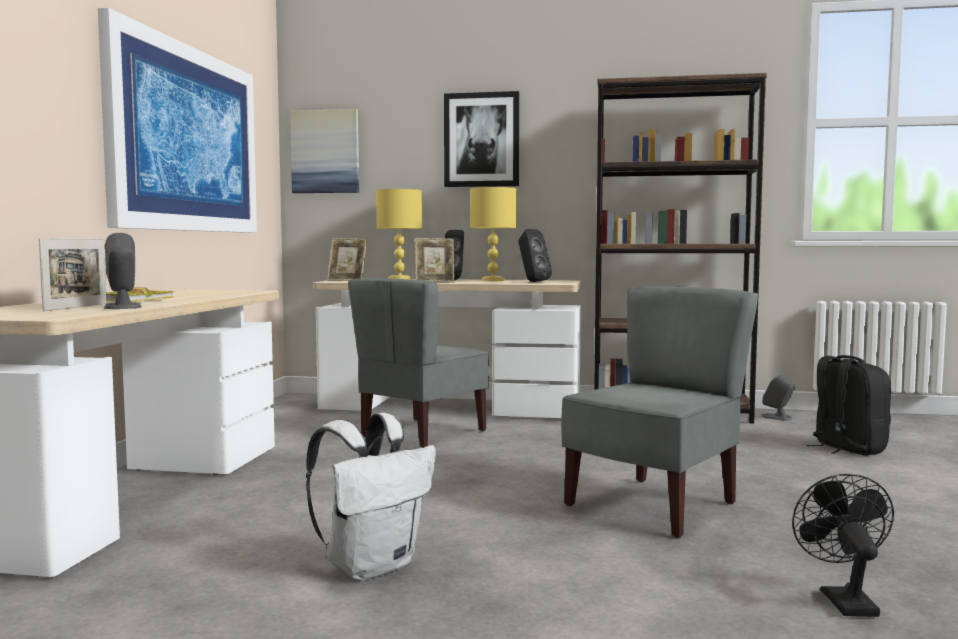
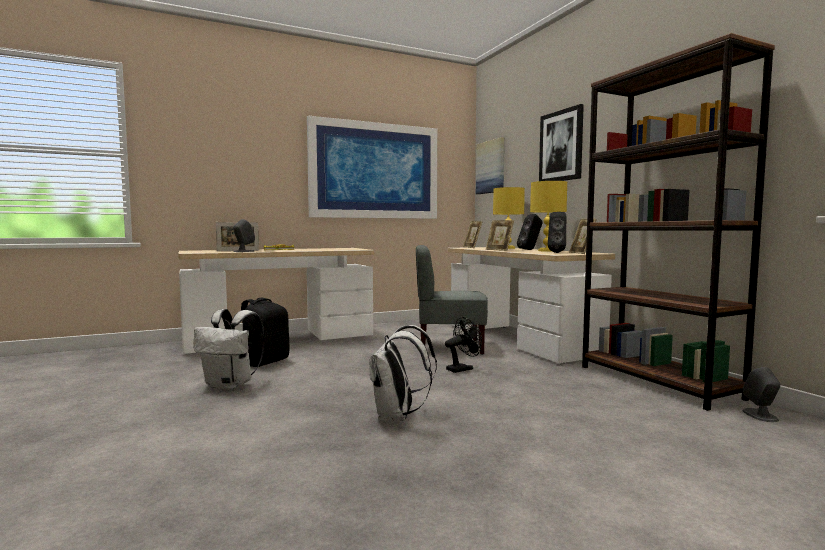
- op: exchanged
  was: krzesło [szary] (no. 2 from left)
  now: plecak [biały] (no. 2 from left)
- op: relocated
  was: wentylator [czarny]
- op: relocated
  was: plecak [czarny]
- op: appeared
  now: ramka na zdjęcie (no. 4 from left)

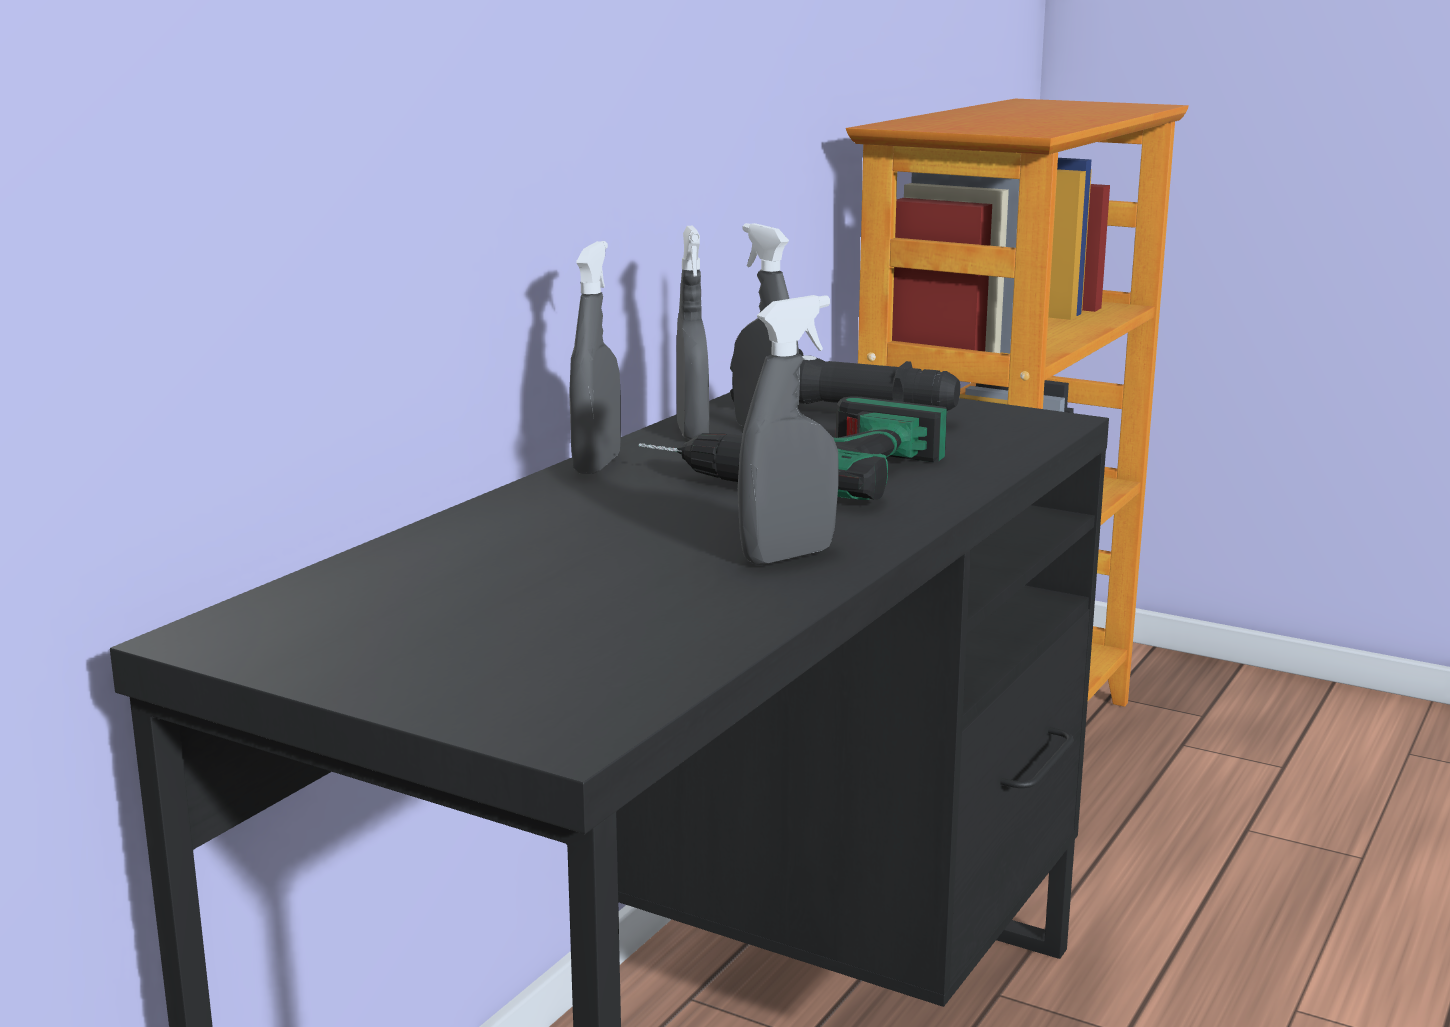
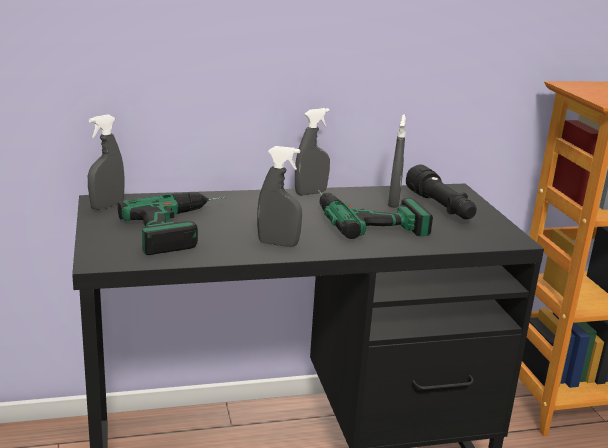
- op: relocated
  was: spryskiwacz [szary] (no. 2 from left in the first image)
  now: spryskiwacz [szary] (no. 1 from left)
- op: appeared
  now: wiertarka (no. 1 from left)

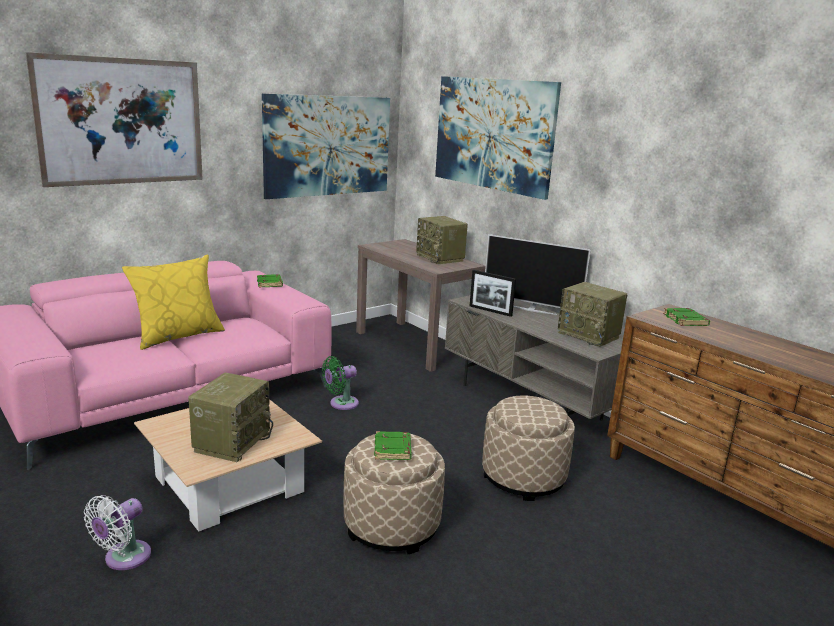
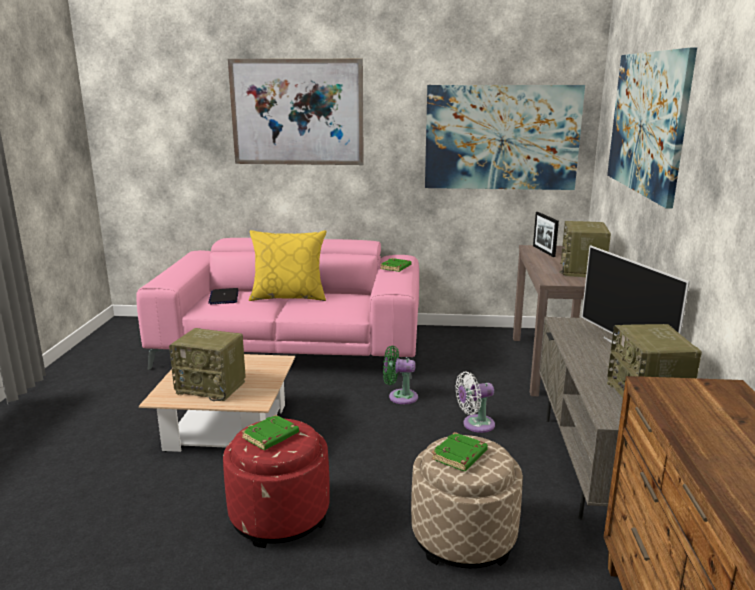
- op: relocated
  was: wentylator [biały]
- op: spun
  was: radio (no. 1 from left)
  clockwise: 45
- op: colour
  was: pufa [beżowy] (no. 1 from left)
  now: pufa [czerwony]
- op: relocated
  was: ramka na zdjęcie
- op: relocated
  was: książka [zielony] (no. 3 from left)
- op: appeared
  now: laptop

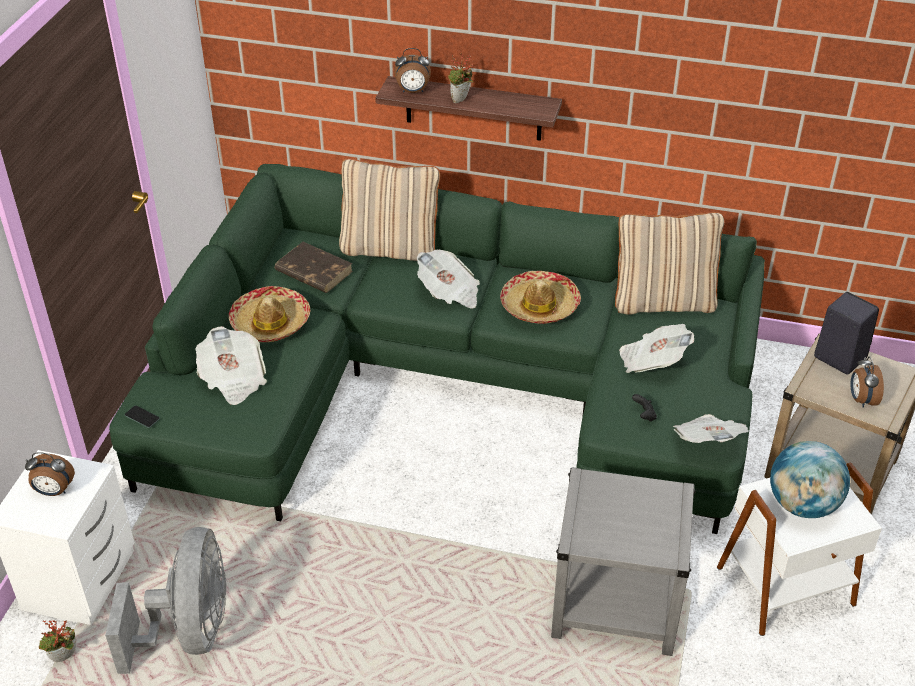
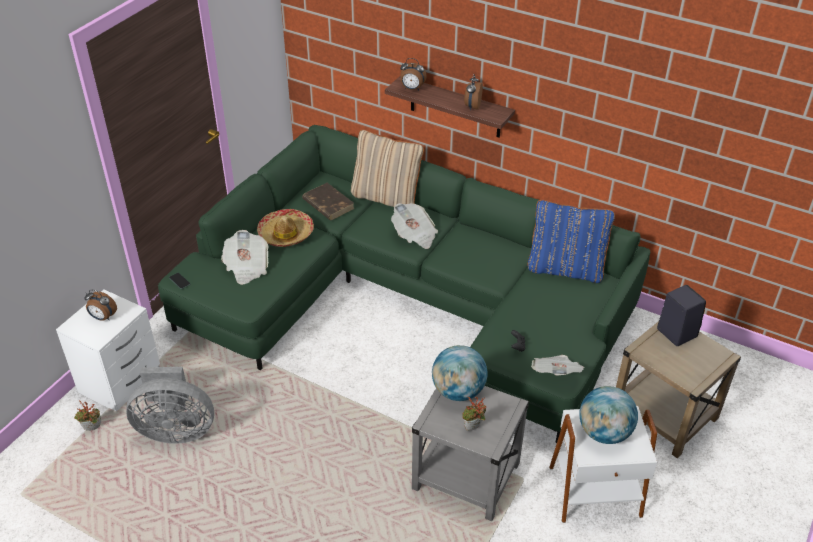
- op: spun
  was: wentylator [szary]
  clockwise: 75
- op: relocated
  was: roślina doniczkowa (no. 2 from left)
- op: missing
  was: kapelusz (no. 2 from left)
- op: colour
  was: poduszka [beżowy] (no. 2 from left)
  now: poduszka [niebieski]
- op: missing
  was: gazeta (no. 3 from left)
- op: relocated
  was: budzik (no. 3 from left)
- op: appeared
  now: globus (no. 1 from left)

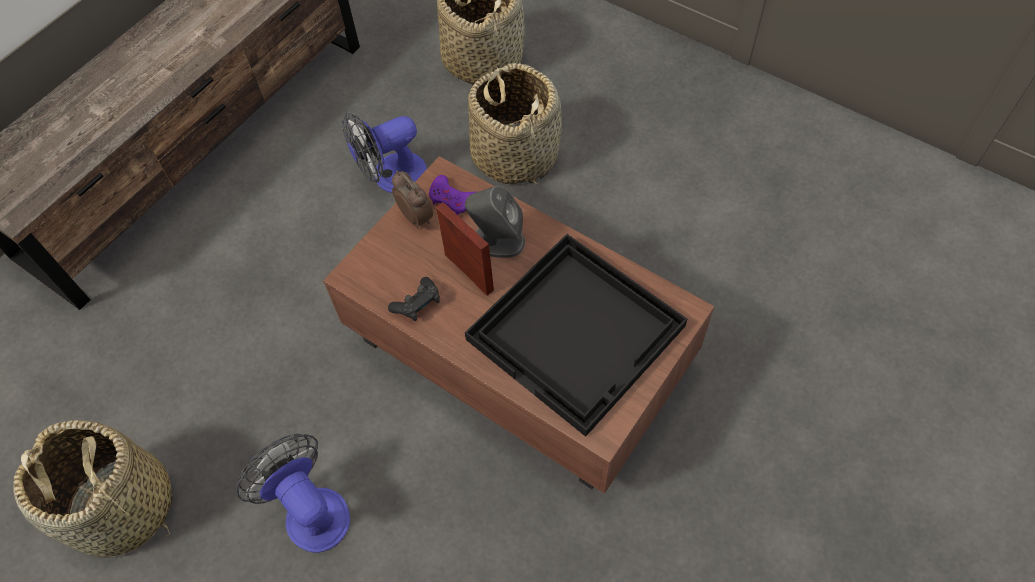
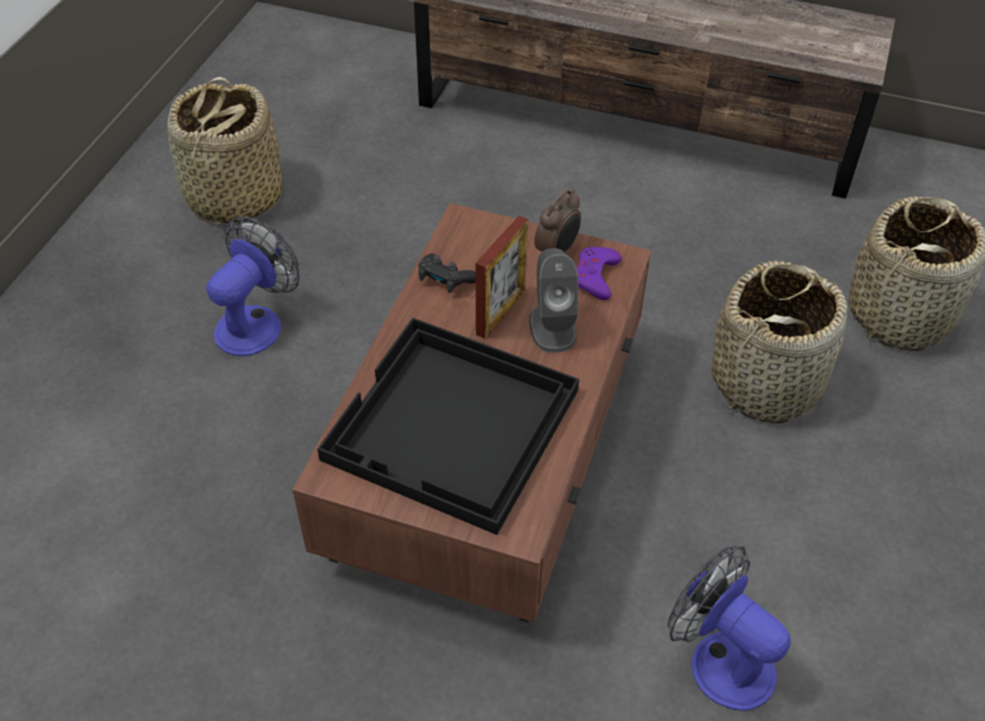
- op: relocated
  was: wentylator (no. 2 from left)

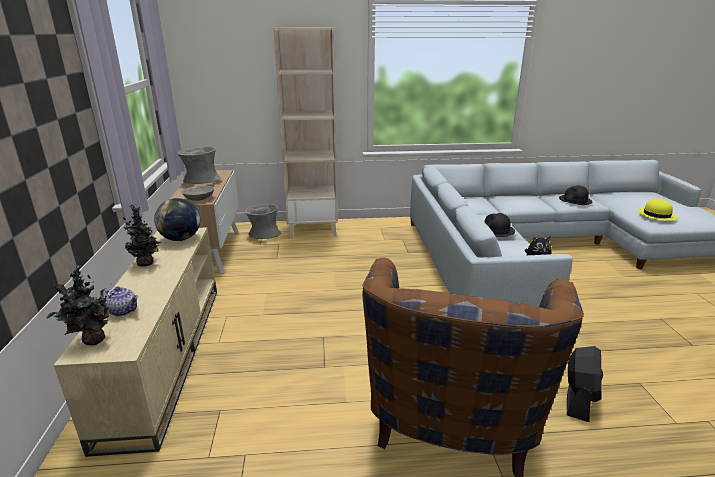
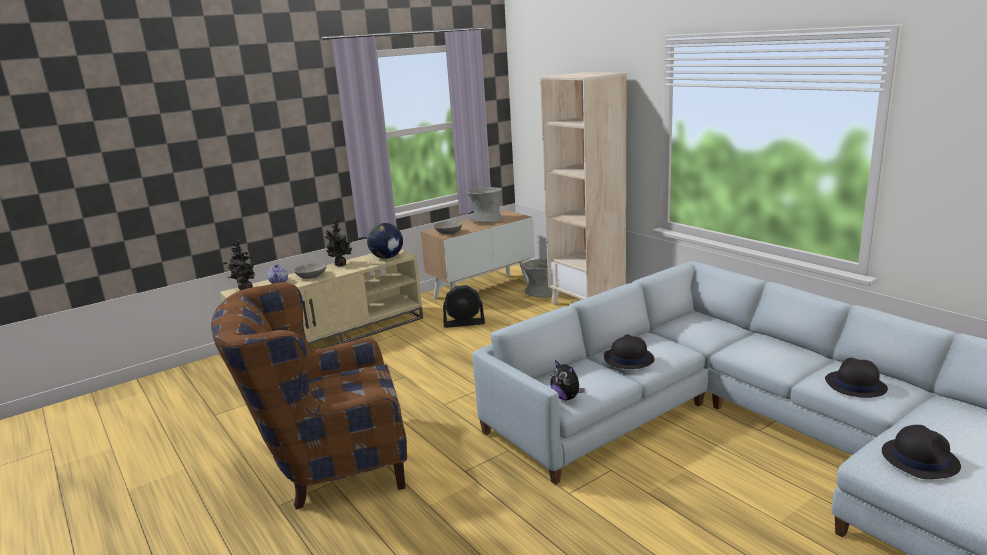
- op: relocated
  was: wentylator [czarny]
- op: colour
  was: kapelusz [żółty]
  now: kapelusz [czarny] (no. 3 from left)
- op: appeared
  now: miska [szary] (no. 1 from left)

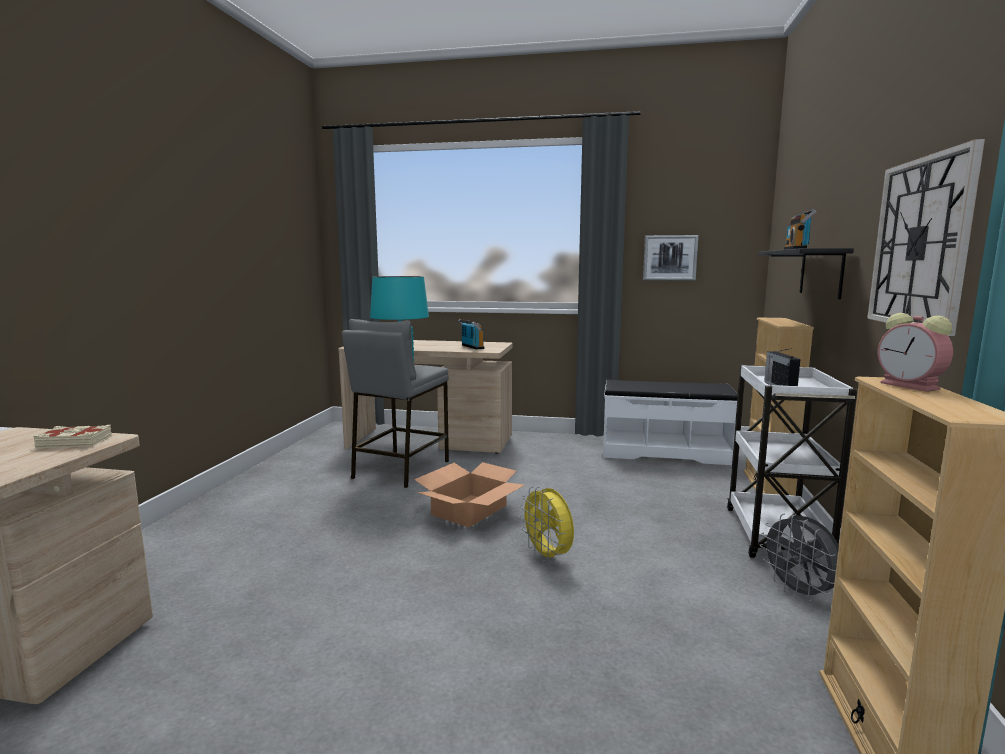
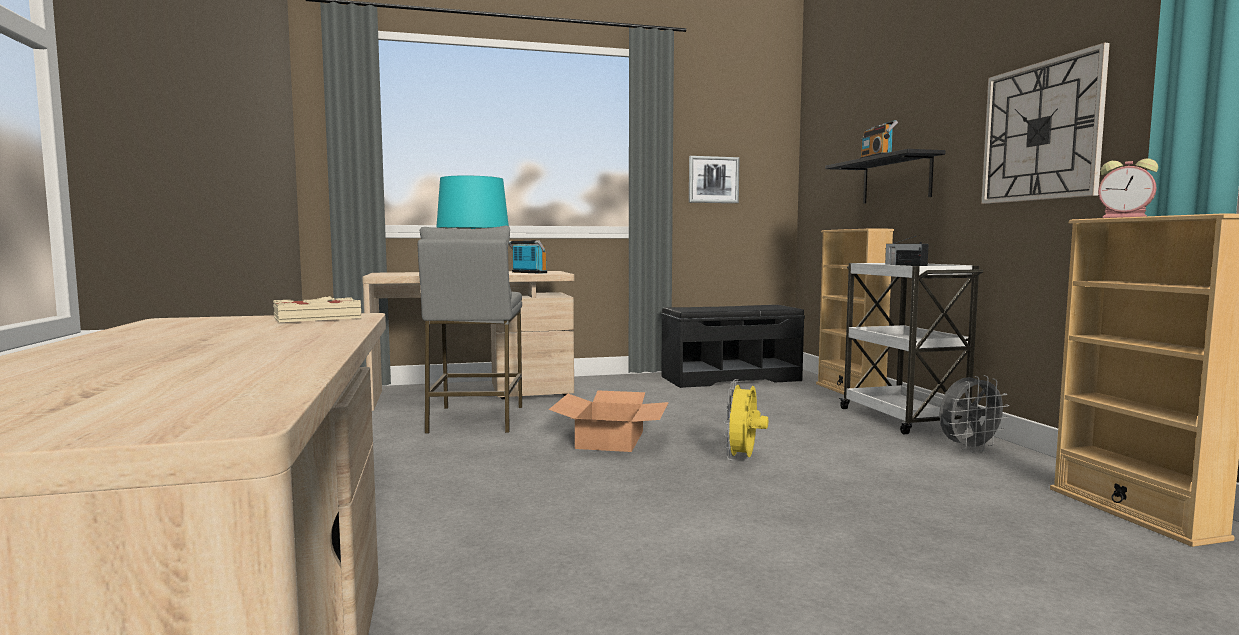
- op: spun
  was: wentylator [żółty]
  clockwise: 75
- op: colour
  was: ławka [biały]
  now: ławka [czarny]
- op: spun
  was: wentylator [szary]
  clockwise: -60

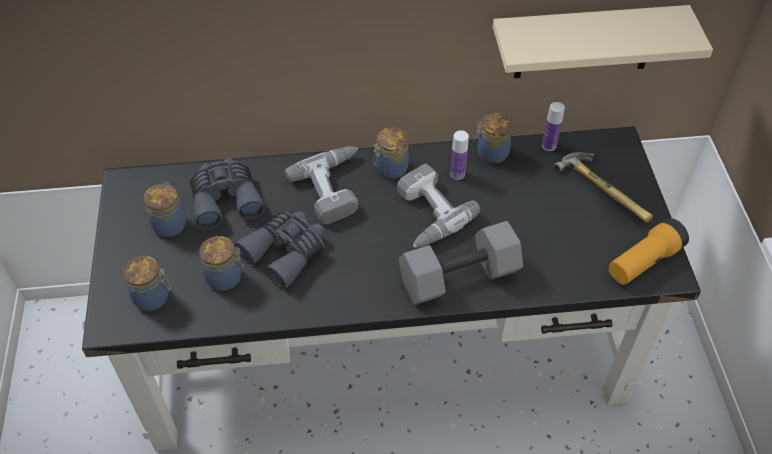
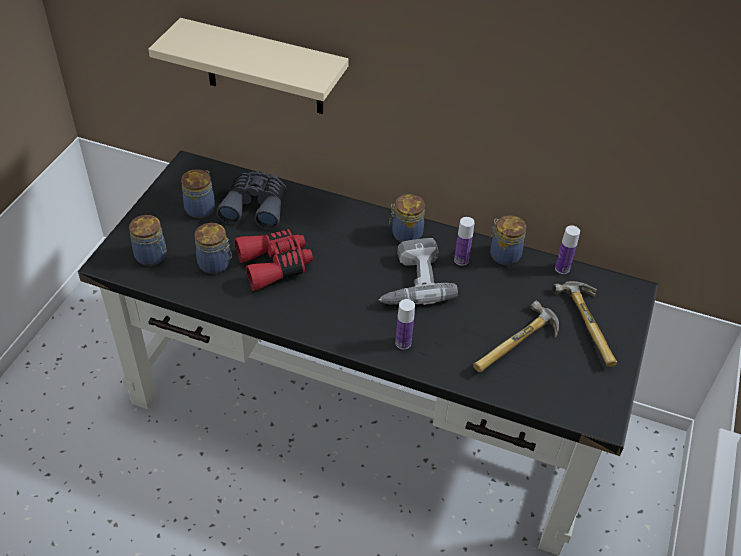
- op: colour
  was: lornetka [szary] (no. 2 from left)
  now: lornetka [czerwony]
- op: missing
  was: wiertarka (no. 1 from left)
- op: exchanged
  was: hantel [szary]
  now: butelka (no. 1 from left)
- op: relocated
  was: półka [beżowy]
- op: missing
  was: latarka
- op: appeared
  now: młotek (no. 1 from left)

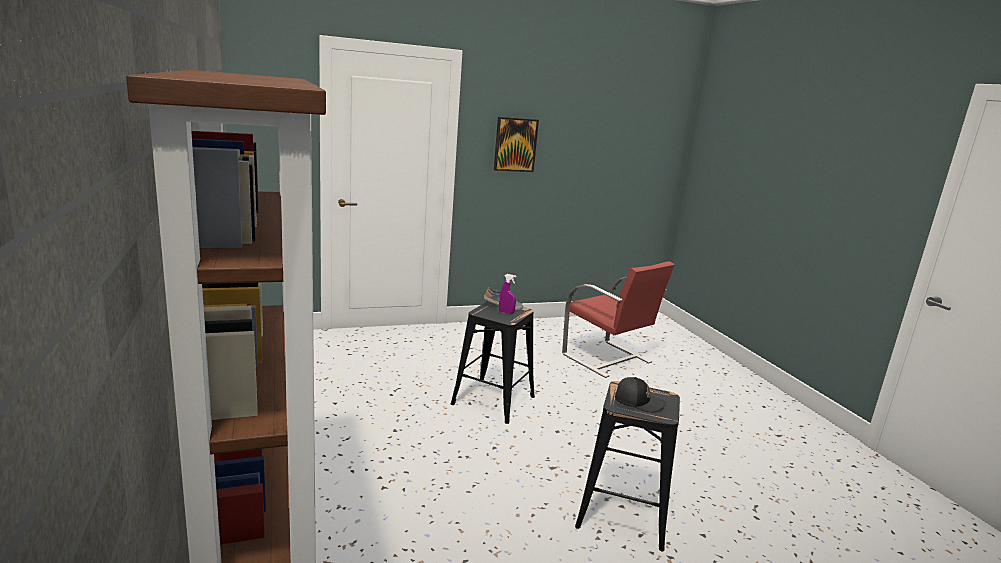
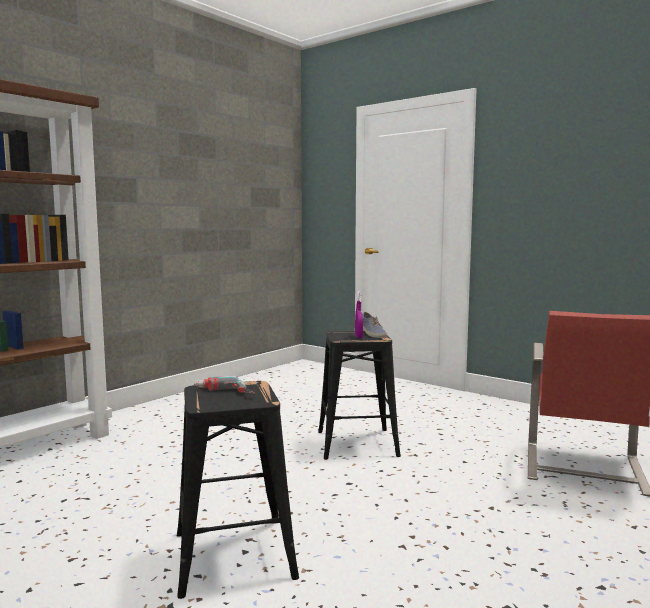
- op: missing
  was: obraz
- op: exchanged
  was: czapka z daszkiem [czarny]
  now: wiertarka

